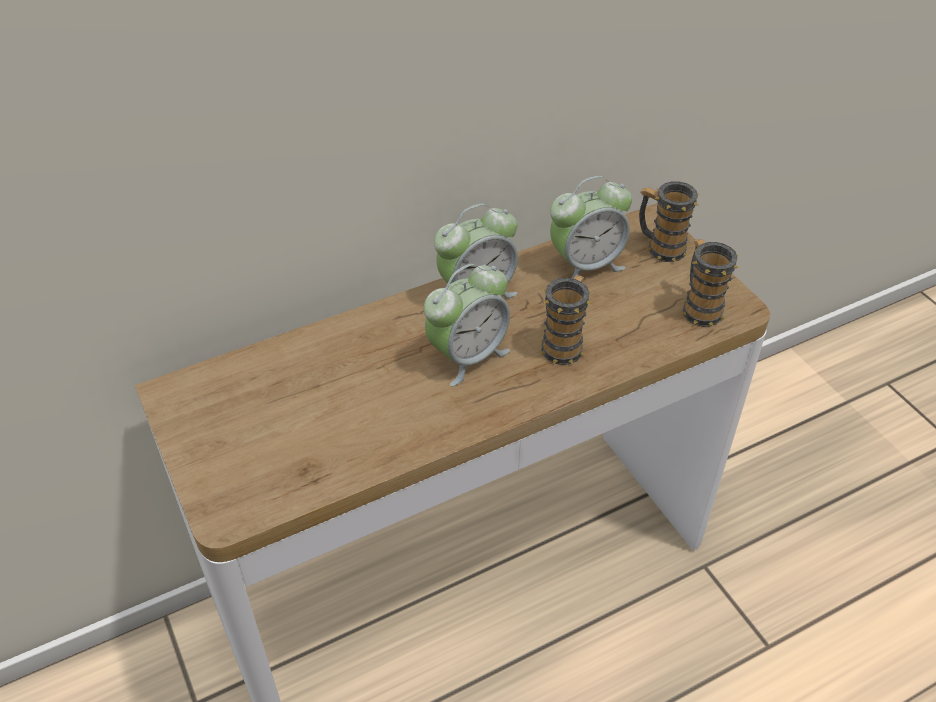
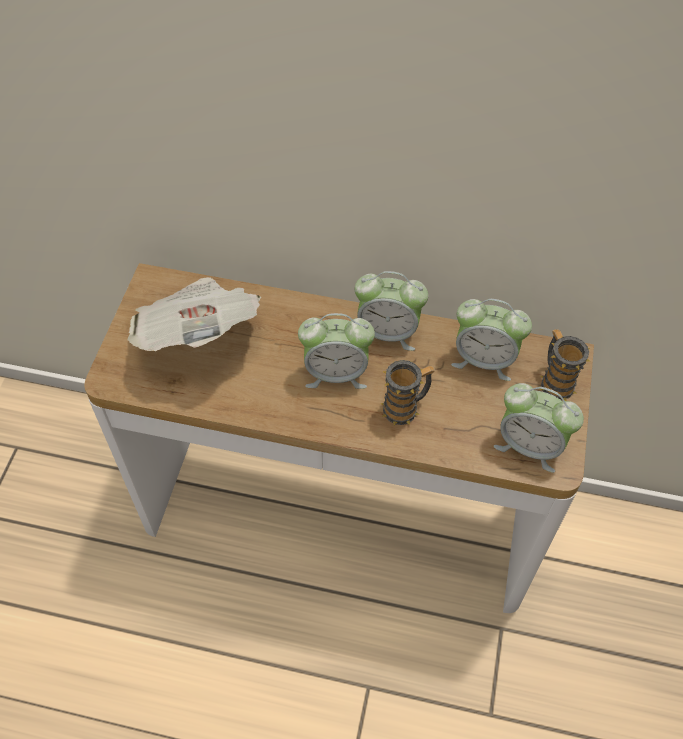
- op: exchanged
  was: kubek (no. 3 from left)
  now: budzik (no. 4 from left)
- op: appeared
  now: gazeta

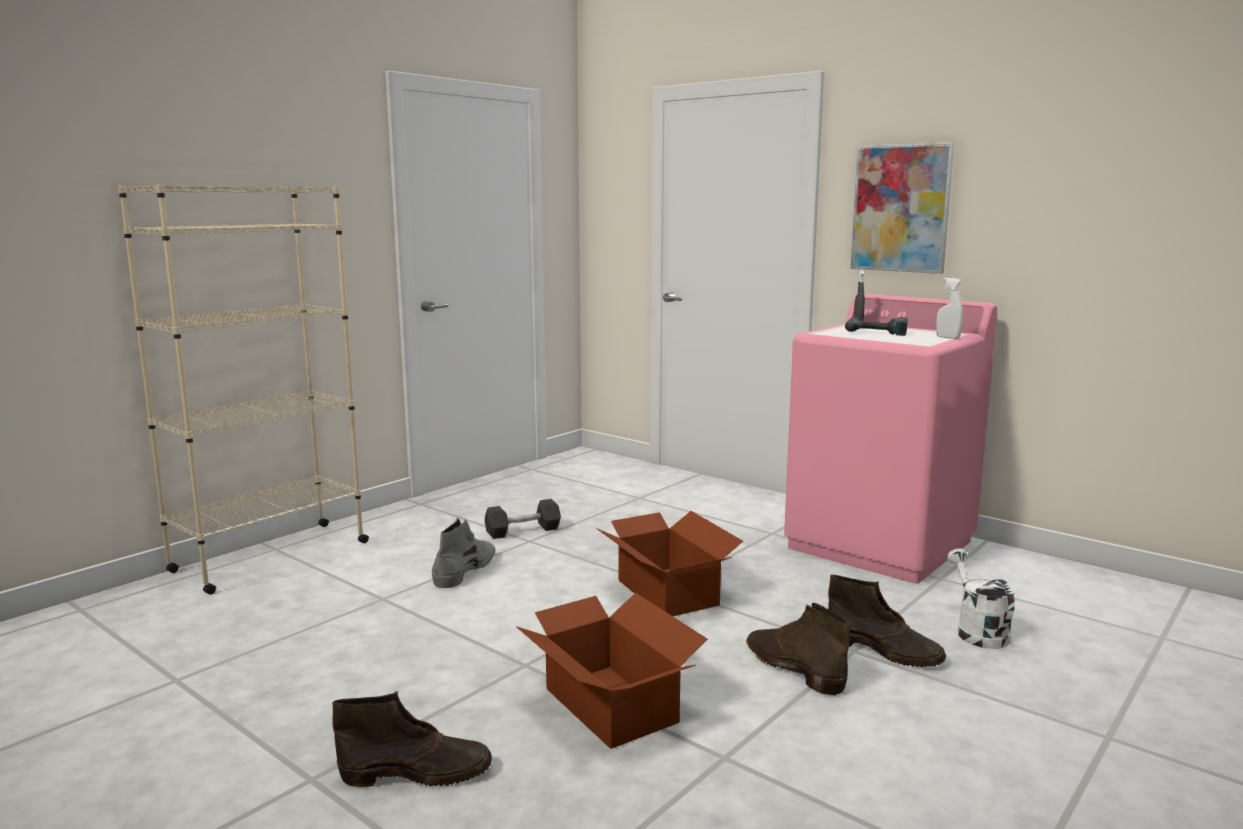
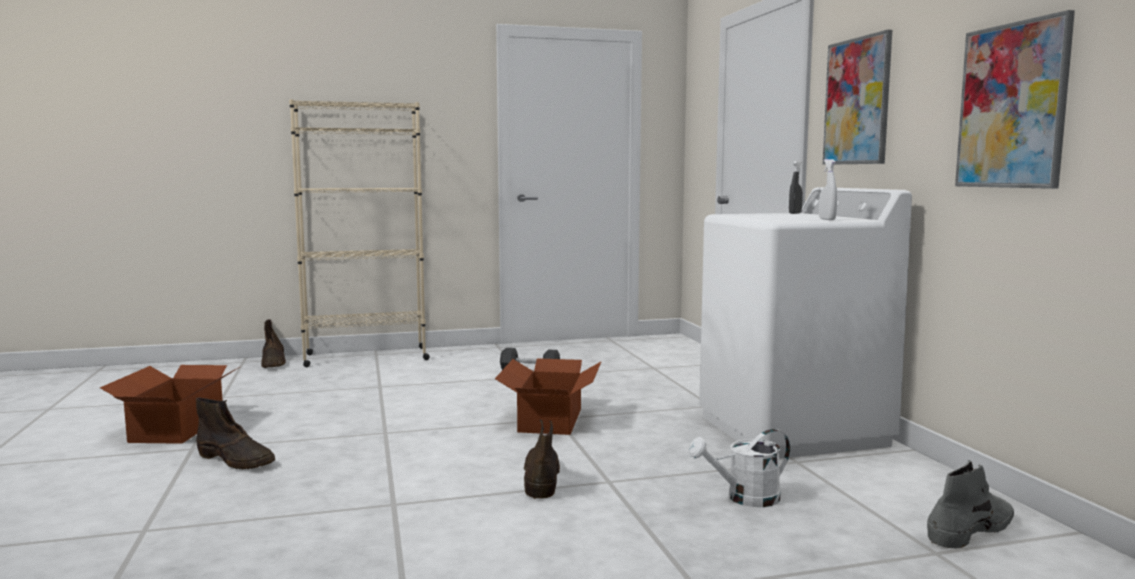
- op: relocated
  was: but z cholewką [szary]
- op: relocated
  was: karton (no. 1 from left)
- op: colour
  was: pralka [różowy]
  now: pralka [biały]
- op: relocated
  was: but z cholewką [brązowy] (no. 3 from left in the first image)
  now: but z cholewką [brązowy] (no. 2 from left)
- op: missing
  was: wiertarka
- op: spun
  was: konewka [biały]
  clockwise: -135
- op: appeared
  now: obraz (no. 2 from left)

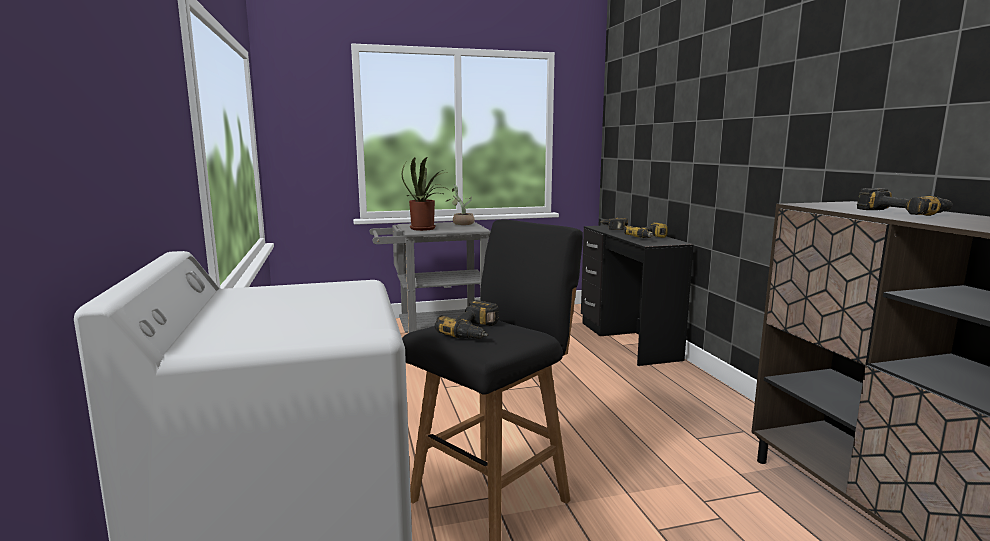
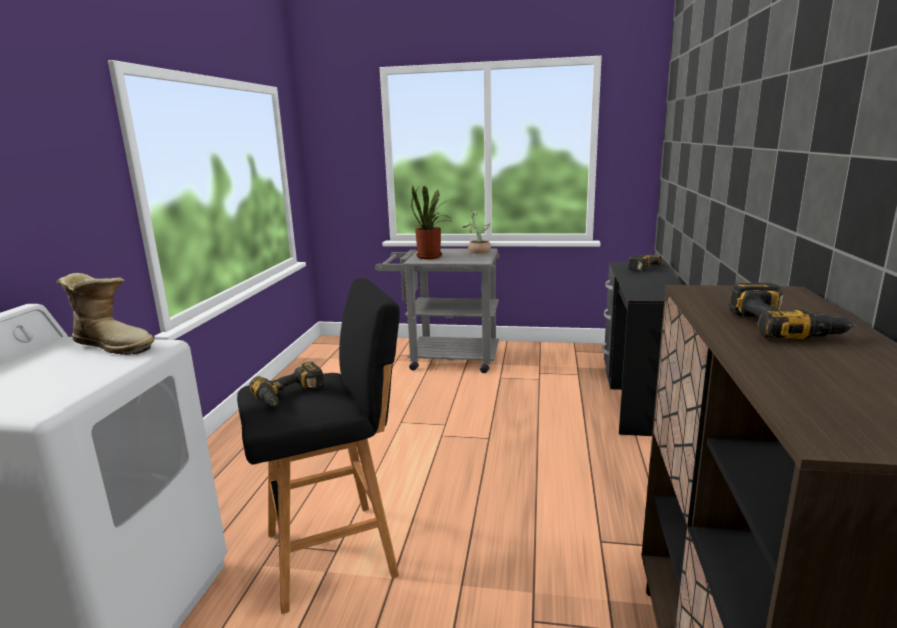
- op: missing
  was: wiertarka (no. 3 from left)
- op: appeared
  now: but z cholewką

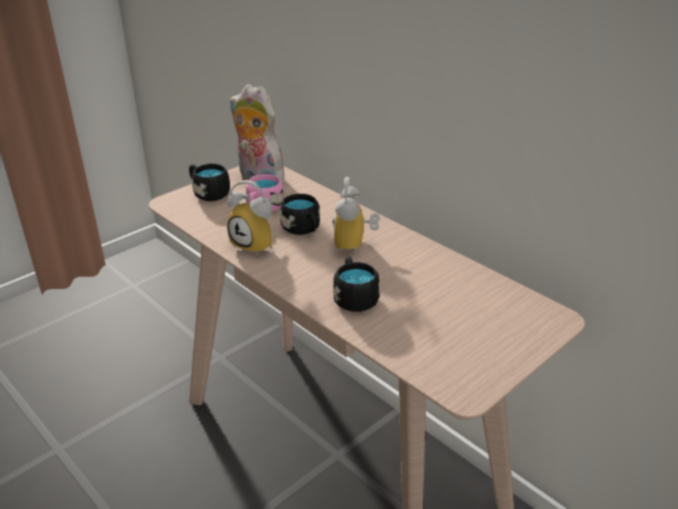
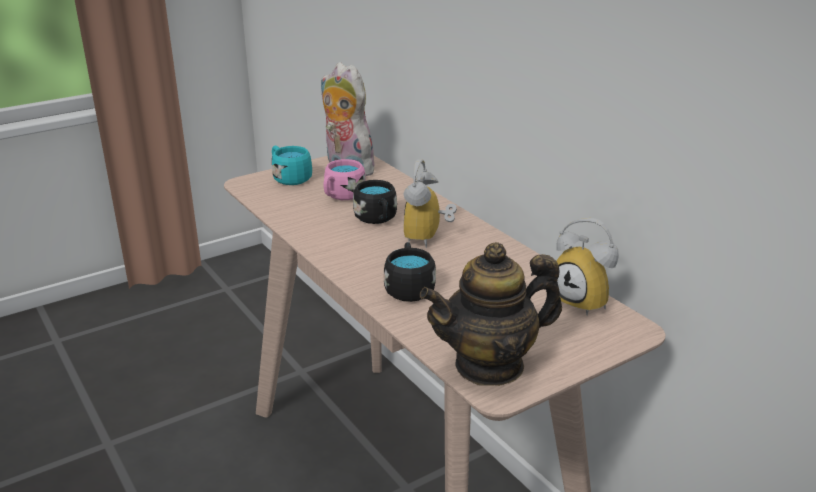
- op: colour
  was: kubek [czarny] (no. 1 from left)
  now: kubek [turkusowy]
- op: relocated
  was: budzik (no. 1 from left in the first image)
  now: budzik (no. 2 from left)
- op: appeared
  now: imbryk

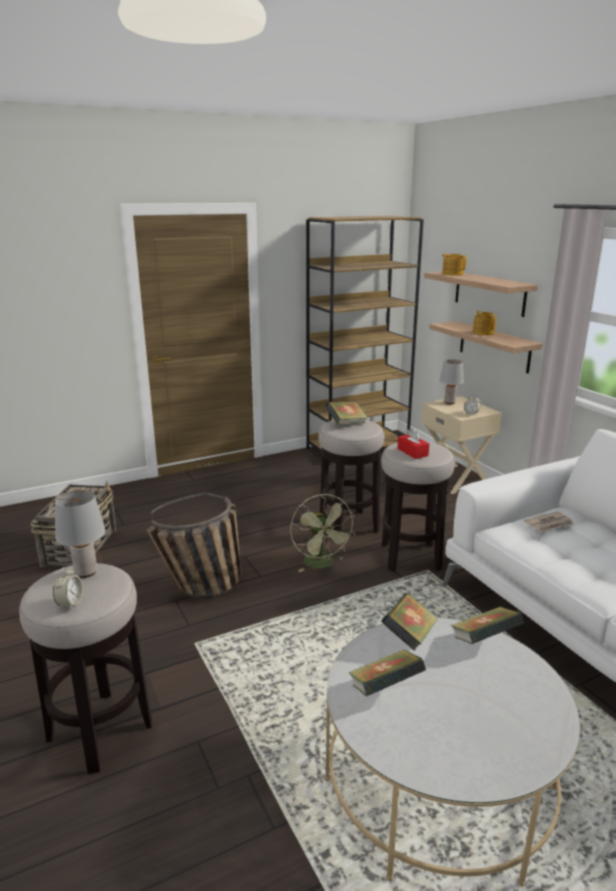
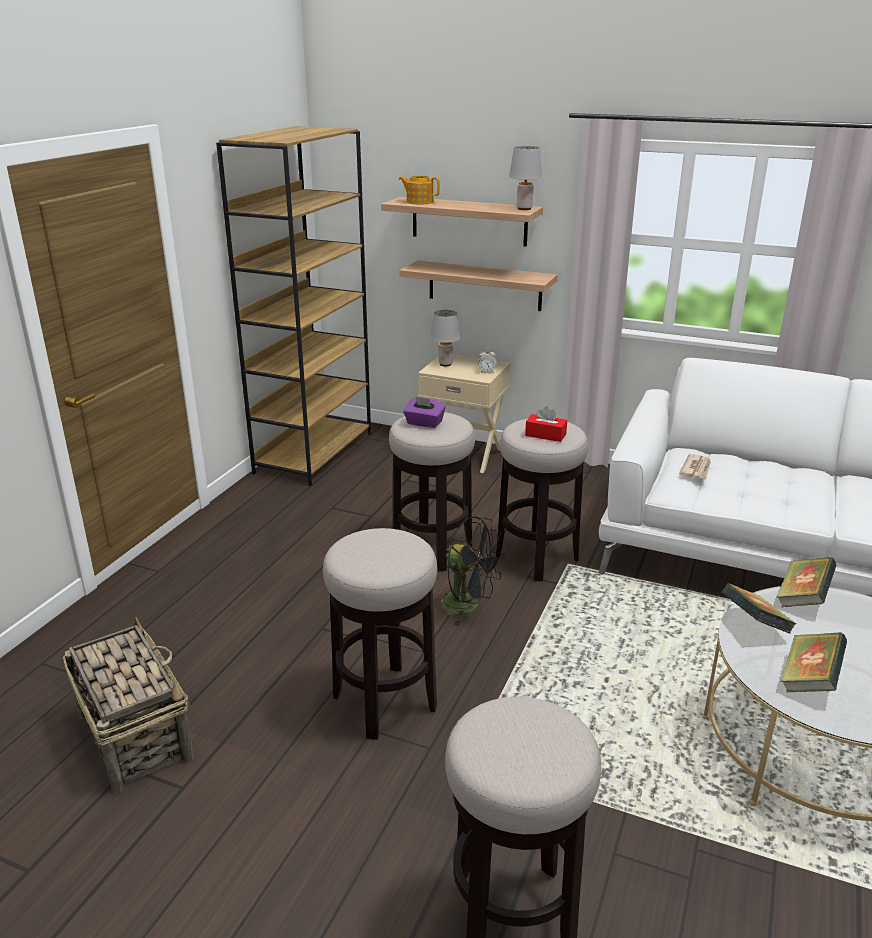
- op: missing
  was: budzik (no. 1 from left)
- op: relocated
  was: lampa stołowa [szary] (no. 1 from left in the first image)
  now: lampa stołowa [szary] (no. 2 from left)
- op: exchanged
  was: koszyk (no. 2 from left)
  now: stołek (no. 1 from left)
- op: colour
  was: wentylator [zielony]
  now: wentylator [czarny]
- op: exchanged
  was: książka (no. 1 from left)
  now: pudełko chusteczek [fioletowy]
- op: missing
  was: imbryk (no. 2 from left)

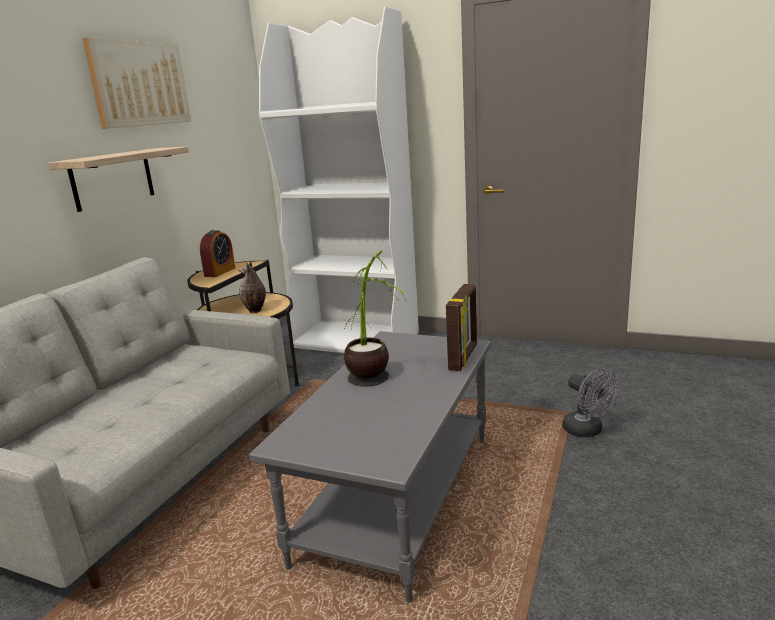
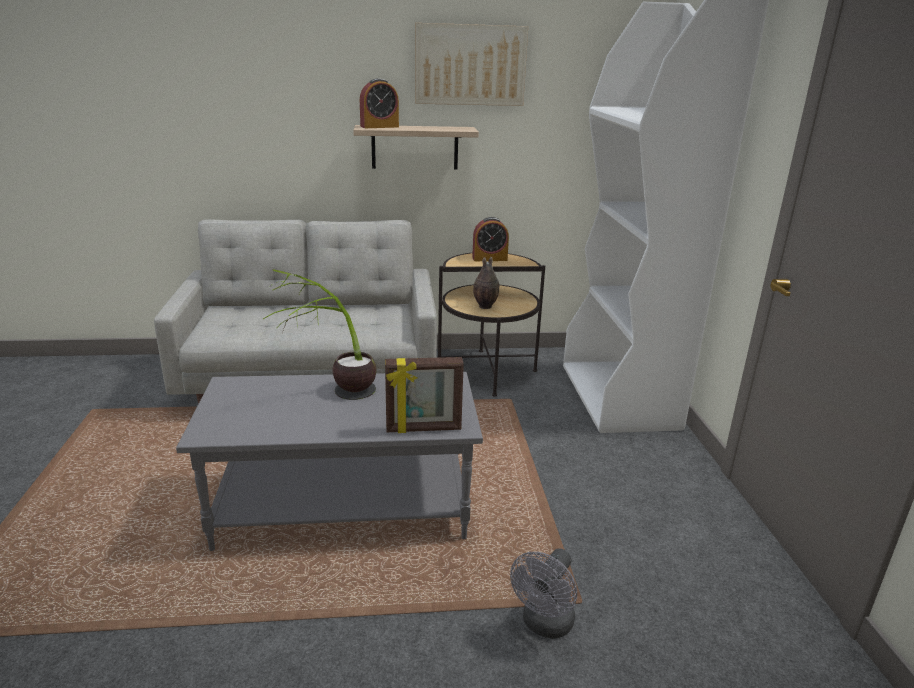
- op: appeared
  now: budzik (no. 1 from left)

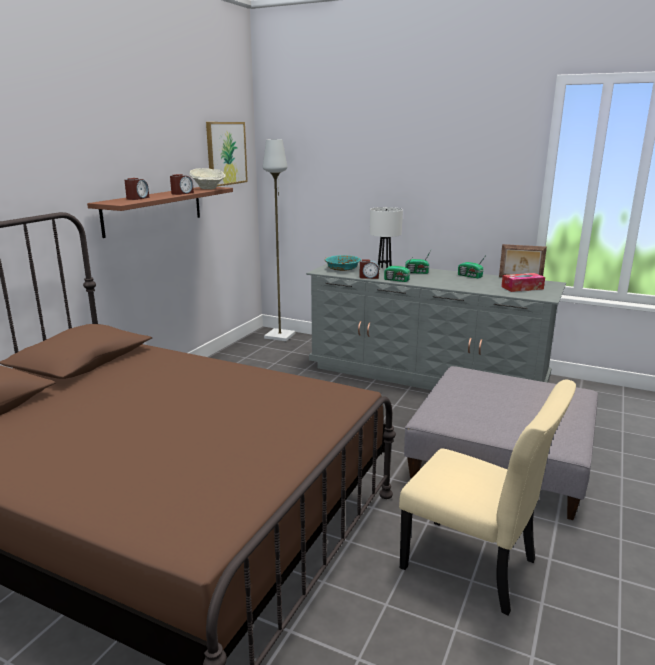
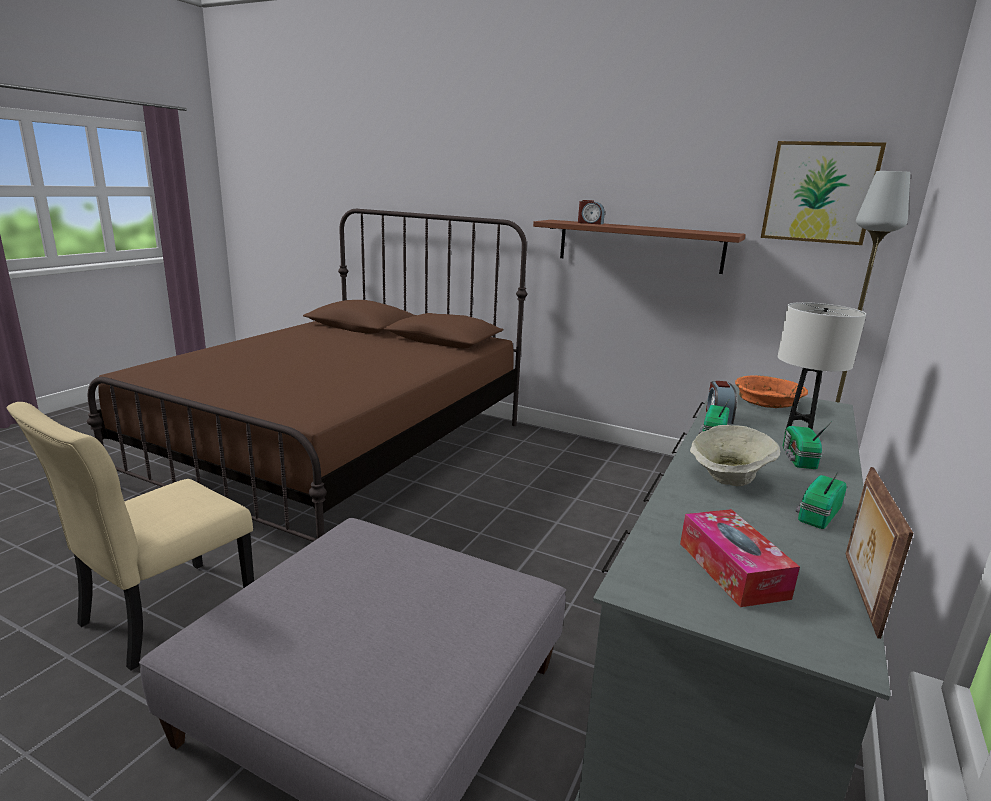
- op: missing
  was: budzik (no. 2 from left)
- op: relocated
  was: miska [beżowy]
- op: colour
  was: miska [turkusowy]
  now: miska [pomarańczowy]

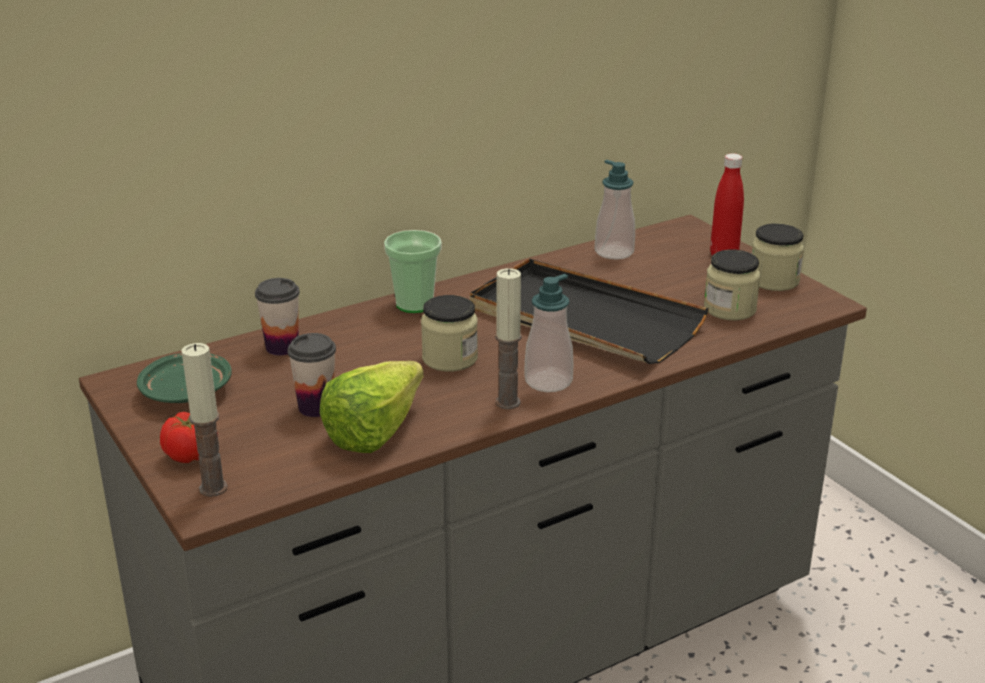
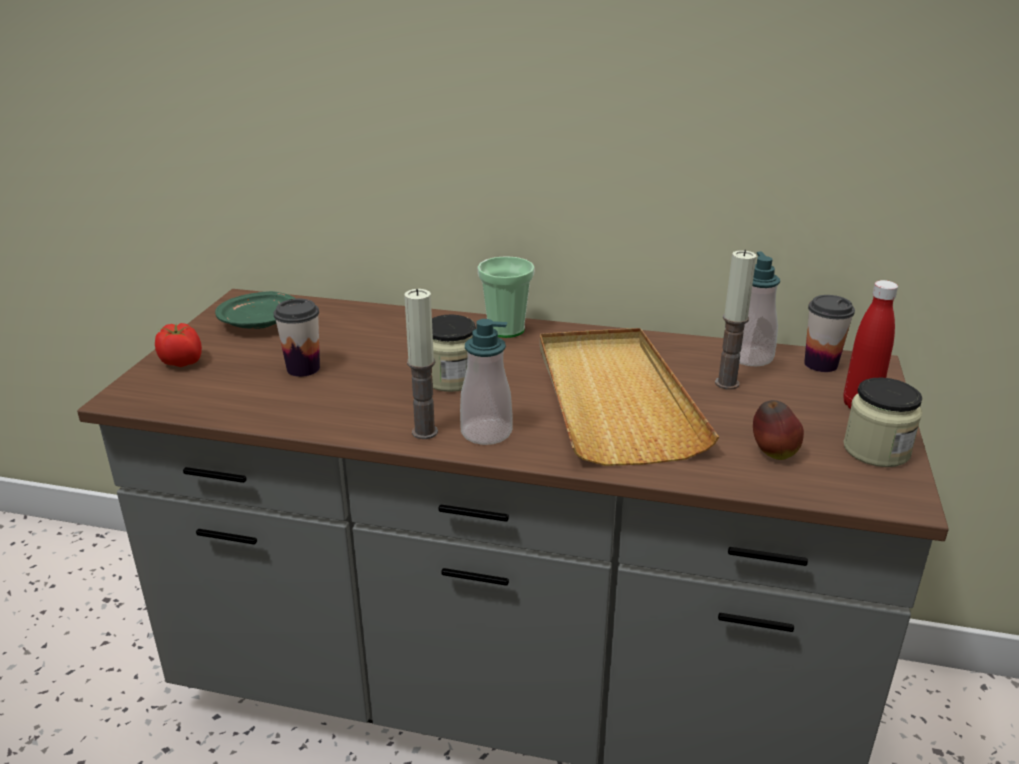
- op: relocated
  was: świeca (no. 1 from left in the first image)
  now: świeca (no. 2 from left)
- op: relocated
  was: filiżanka (no. 1 from left in the first image)
  now: filiżanka (no. 3 from left)
- op: missing
  was: sałata
- op: colour
  was: taca [czarny]
  now: taca [beżowy]
- op: exchanged
  was: słoik (no. 2 from left)
  now: jabłko

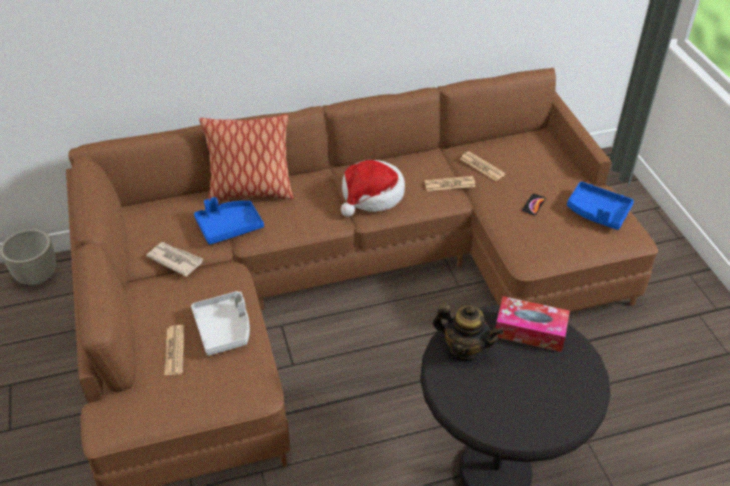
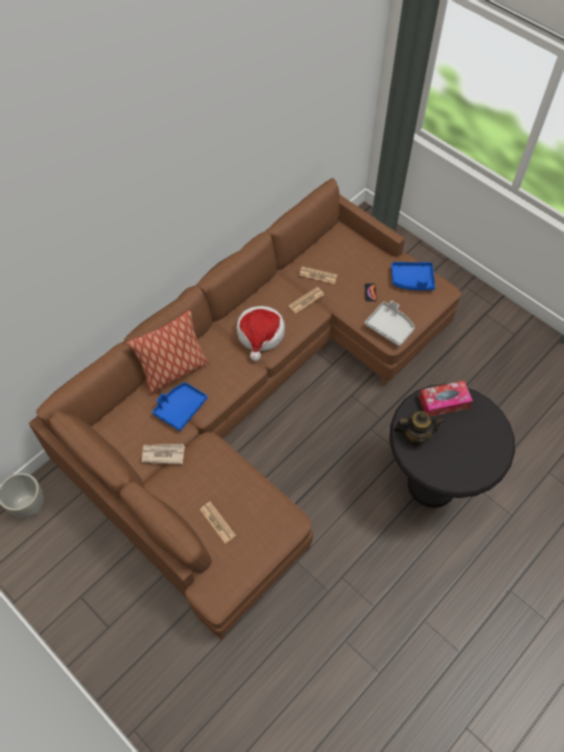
- op: relocated
  was: taca [szary]

